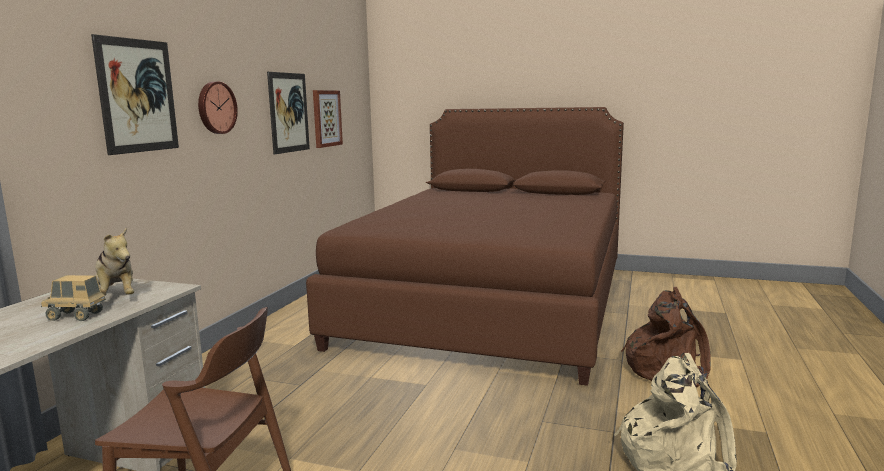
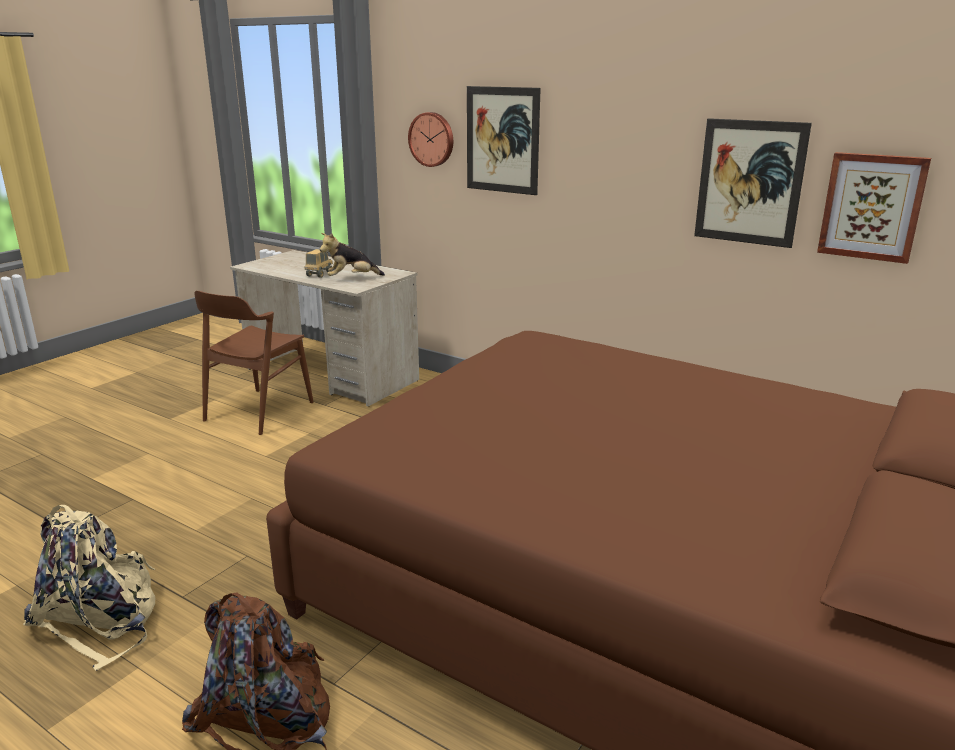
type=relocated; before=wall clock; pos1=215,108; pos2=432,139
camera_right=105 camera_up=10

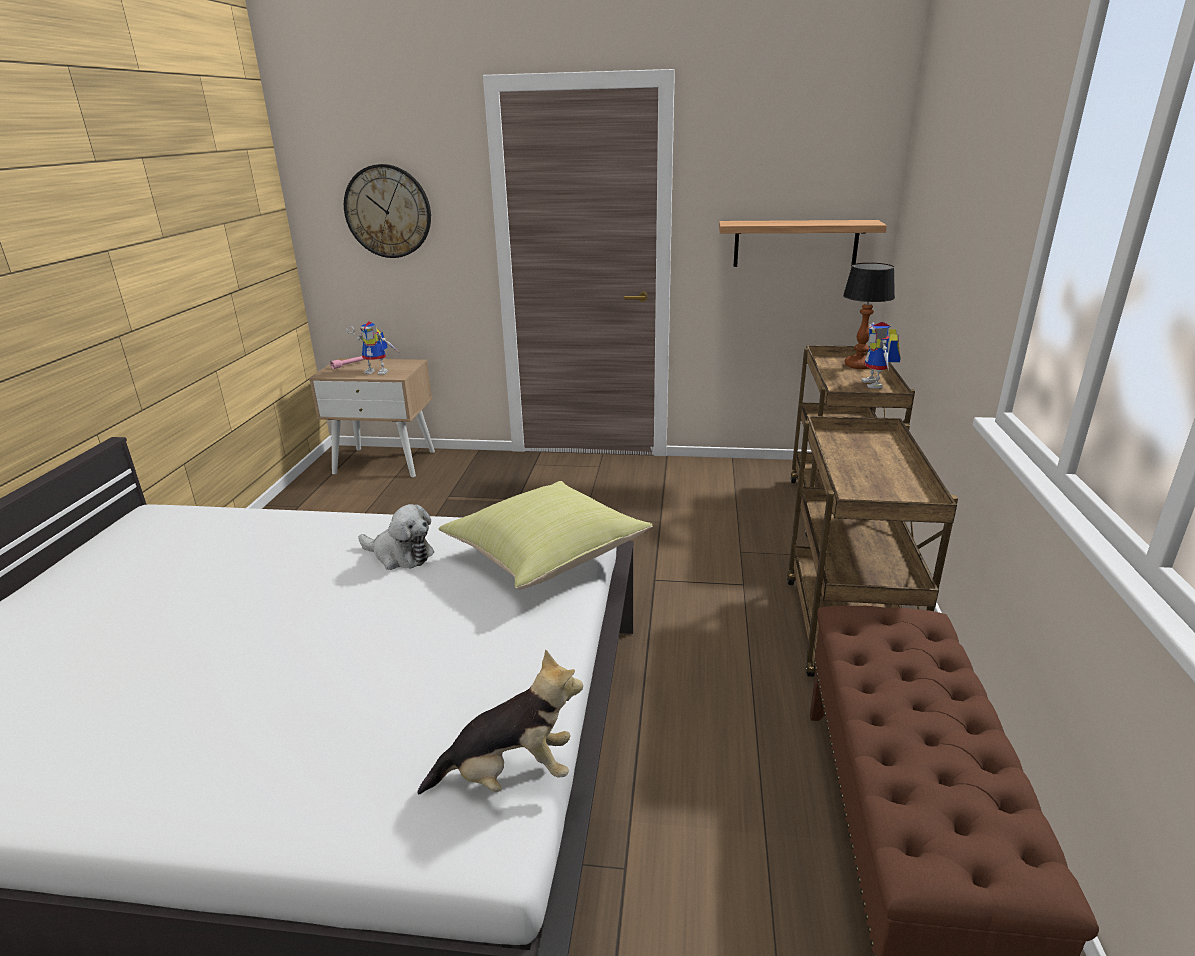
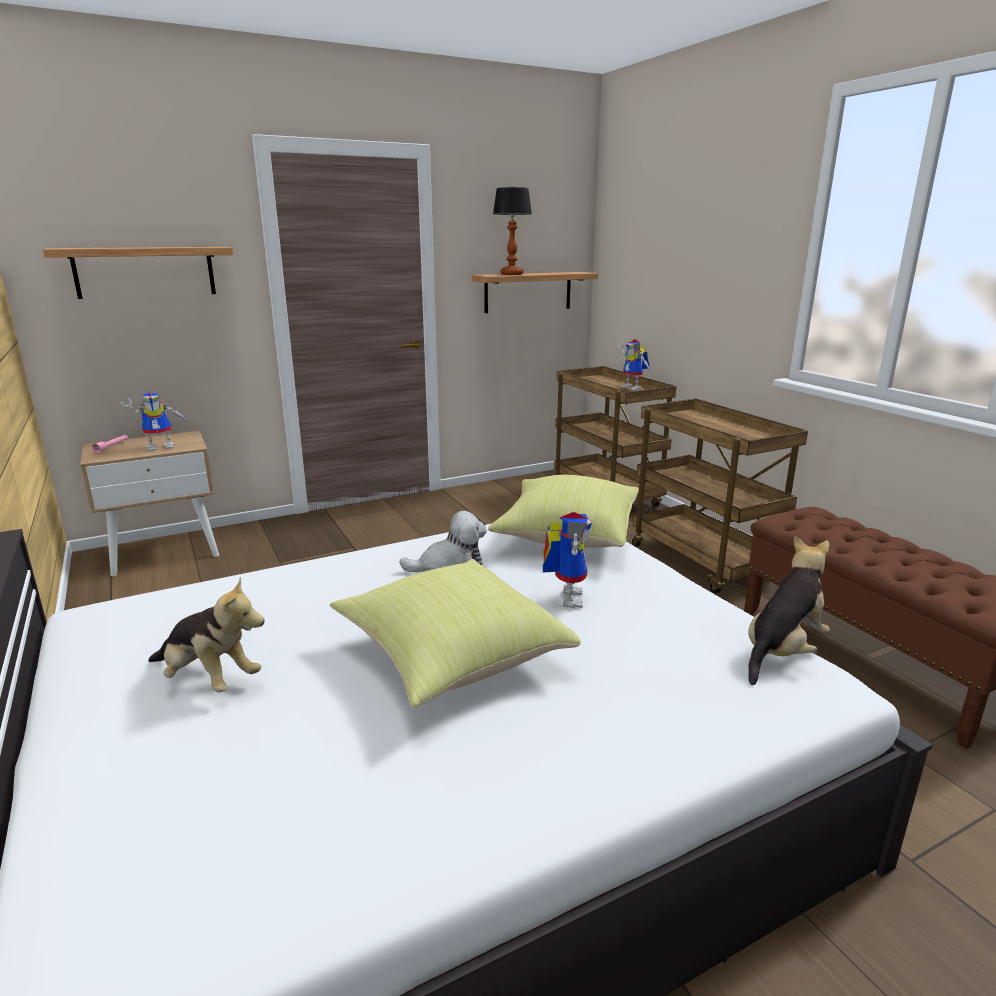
type=appeared; after=cuddly toy; pos2=209,679
type=appeared; after=cushion/yellow; pos2=449,656
type=appeared; after=robot figure; pos2=565,596
type=relocated; before=table lamp; pos1=858,365; pos2=511,274
type=exchanged; before=wall clock; after=shelf; pos1=388,211; pos2=145,272
camera_right=-35 camera_up=-5

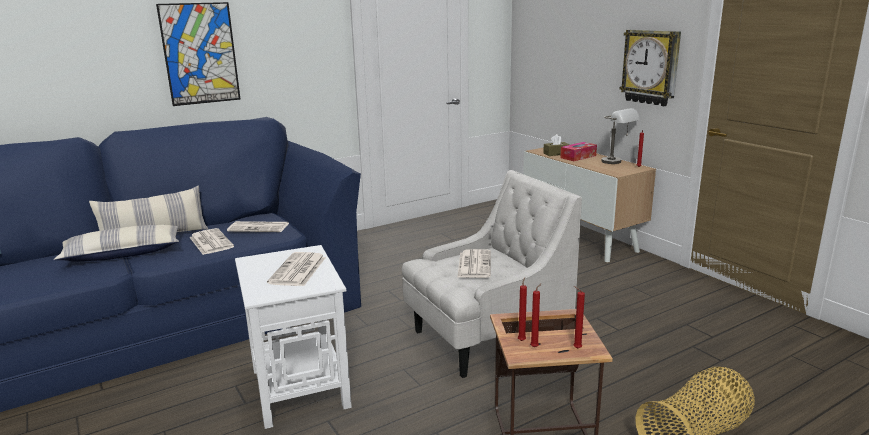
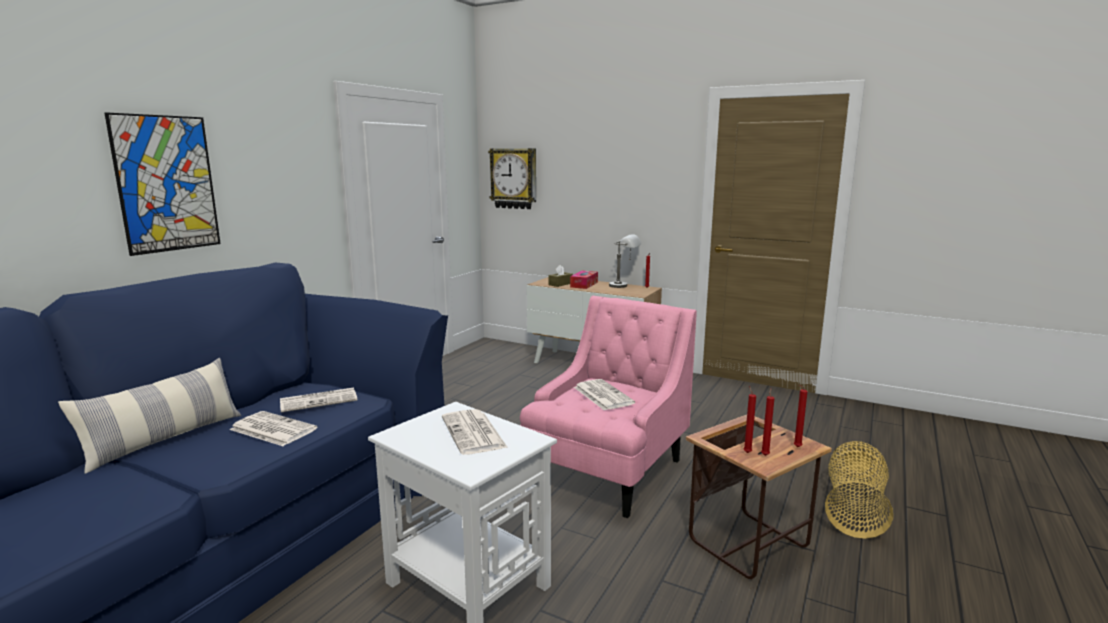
type=missing; before=cushion; pos1=123,254
type=relocated; before=wall clock; pos1=651,67; pos2=514,178
type=colour; before=armchair/white-coloured; after=armchair/pink; pos1=486,338; pos2=607,473
camera_right=-30 camera_up=-5

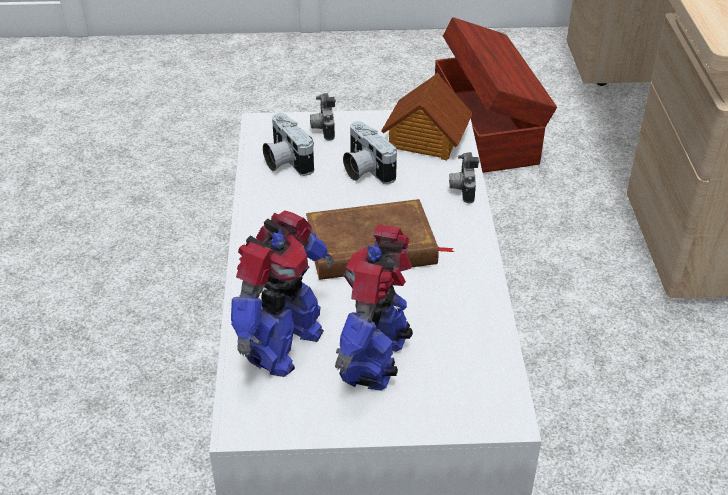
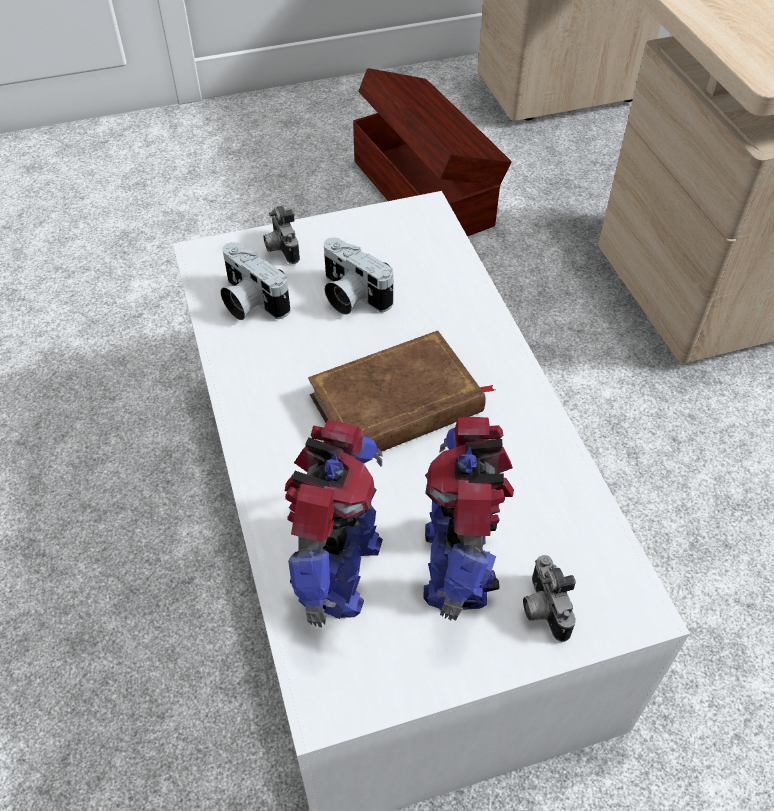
type=missing; before=model house; pos1=425,139
type=relocated; before=photo camera; pos1=462,189; pos2=542,609
camera_right=-15 camera_up=10

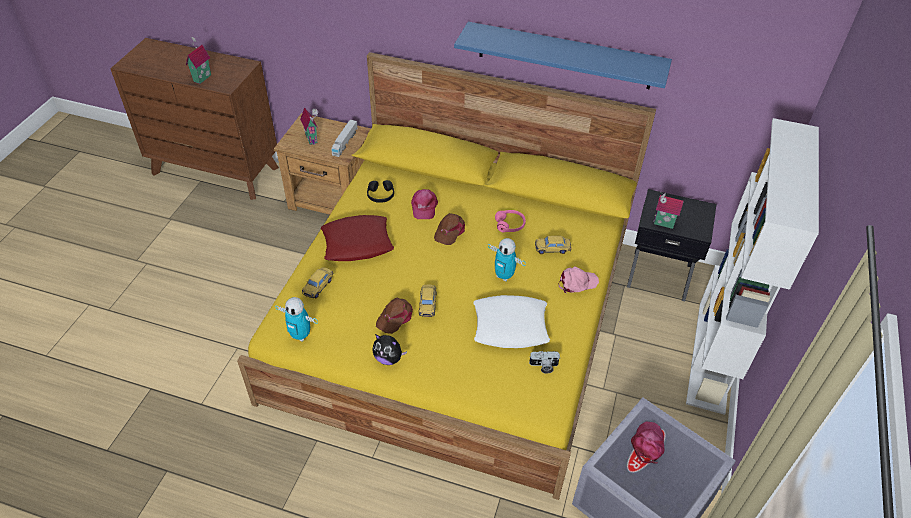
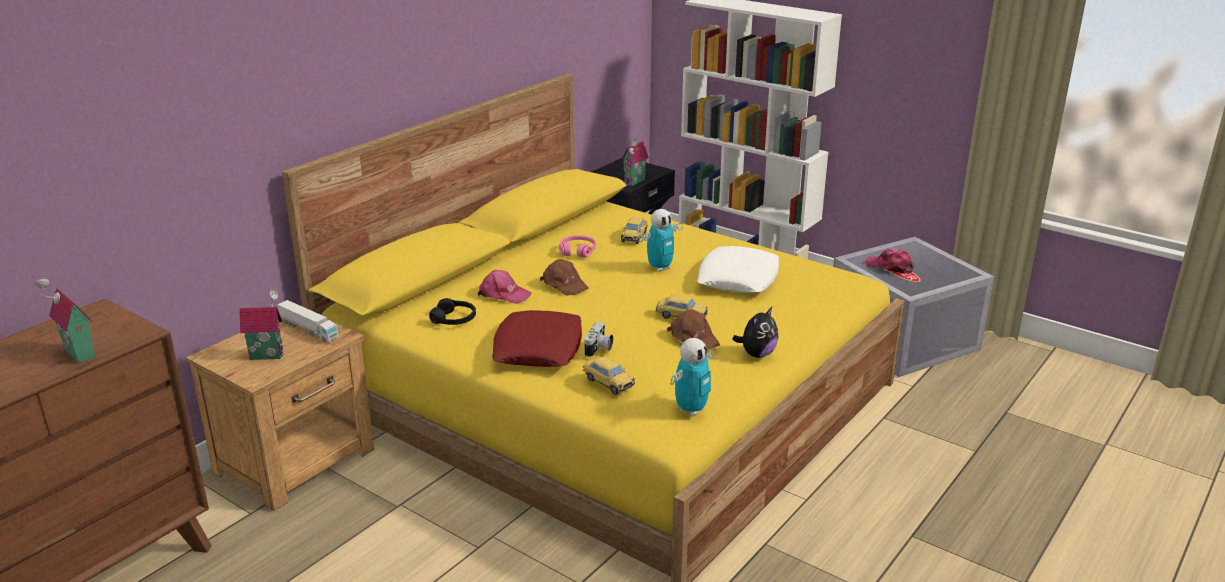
type=missing; before=shelf/blue-coloured; pos1=564,56
type=missing; before=cap/pink; pos1=577,283
type=relocated; before=photo camera; pos1=543,366; pos2=599,349
camera_right=-70 camera_up=-20

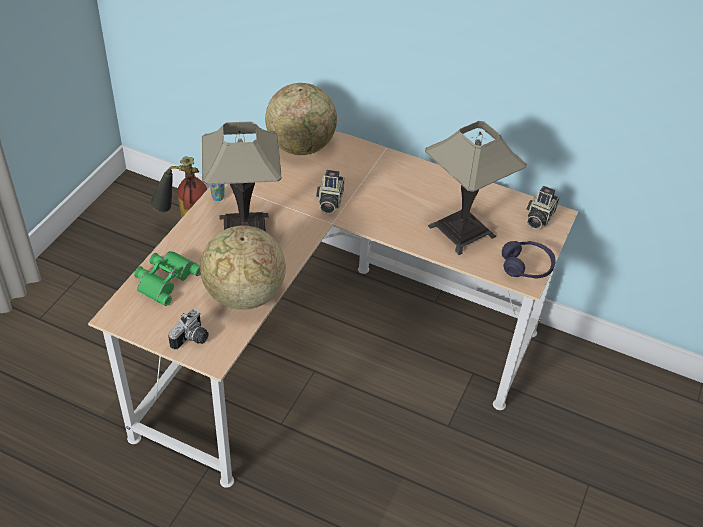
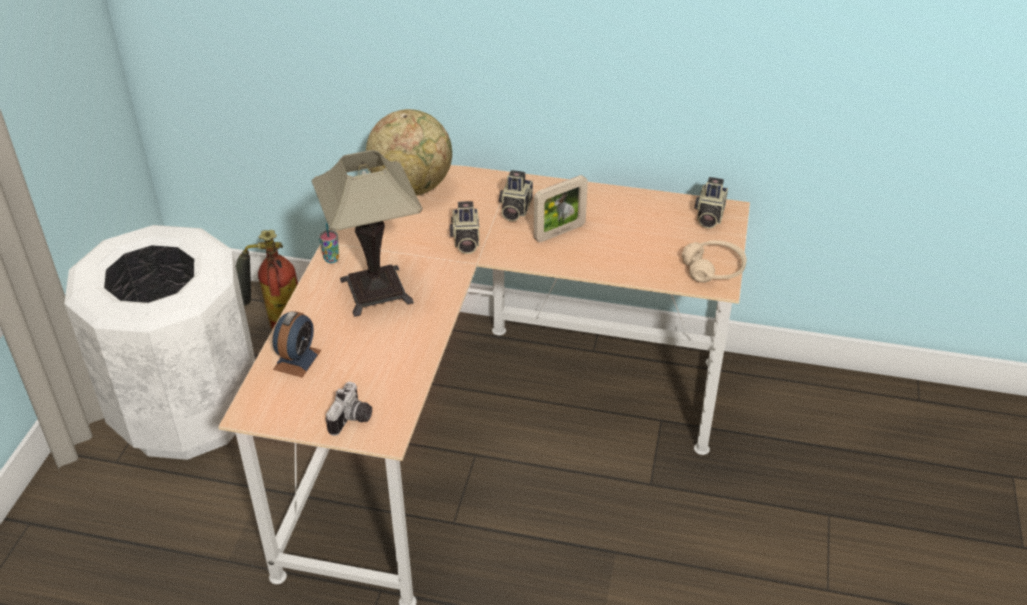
type=missing; before=world globe; pos1=244,295
type=missing; before=table lamp; pos1=461,231
type=appeared; after=trash can/white-coloured; pos2=188,411
type=appeared; after=photo camera; pos2=514,209
type=appeared; after=photo frame; pos2=559,232
type=exchanged; before=pair of binoculars/green; after=table clock; pos1=165,279; pos2=297,360
type=colour; before=headphones/purplish; after=headphones/beige; pos1=526,266; pos2=713,269
camera_right=-10 camera_up=-5

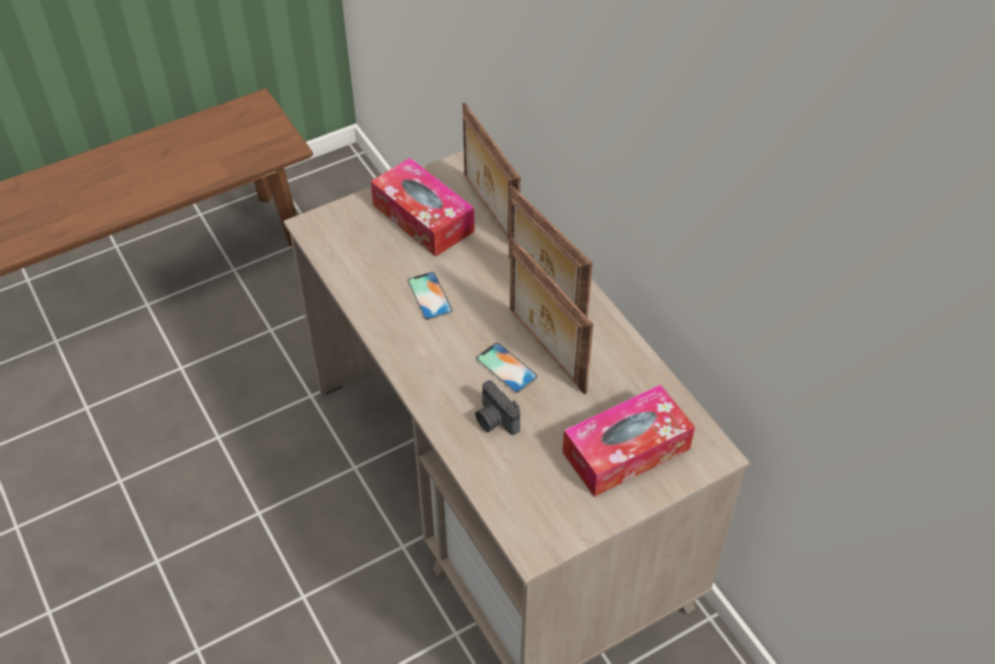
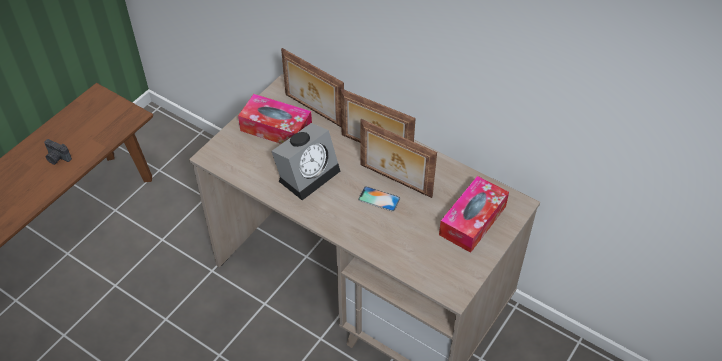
type=relocated; before=photo camera; pos1=494,420; pos2=57,158
type=exchanged; before=phone; after=table clock; pos1=429,296; pos2=308,173
camera_right=-25 camera_up=0

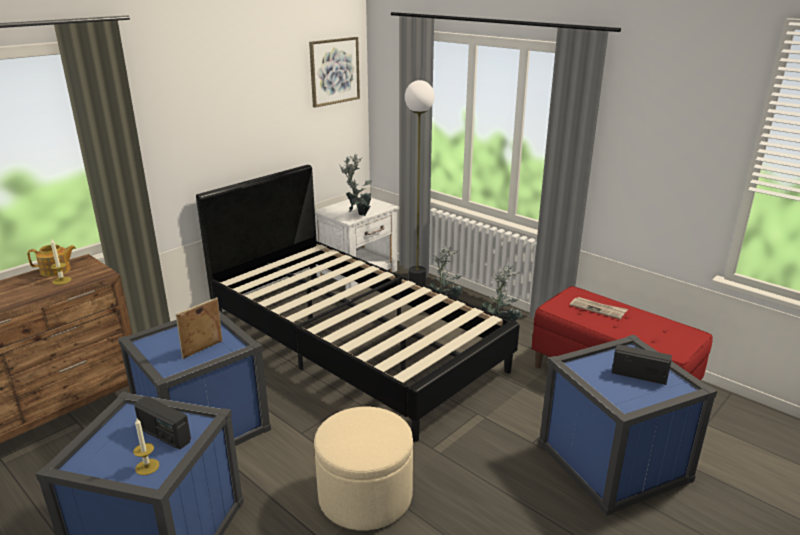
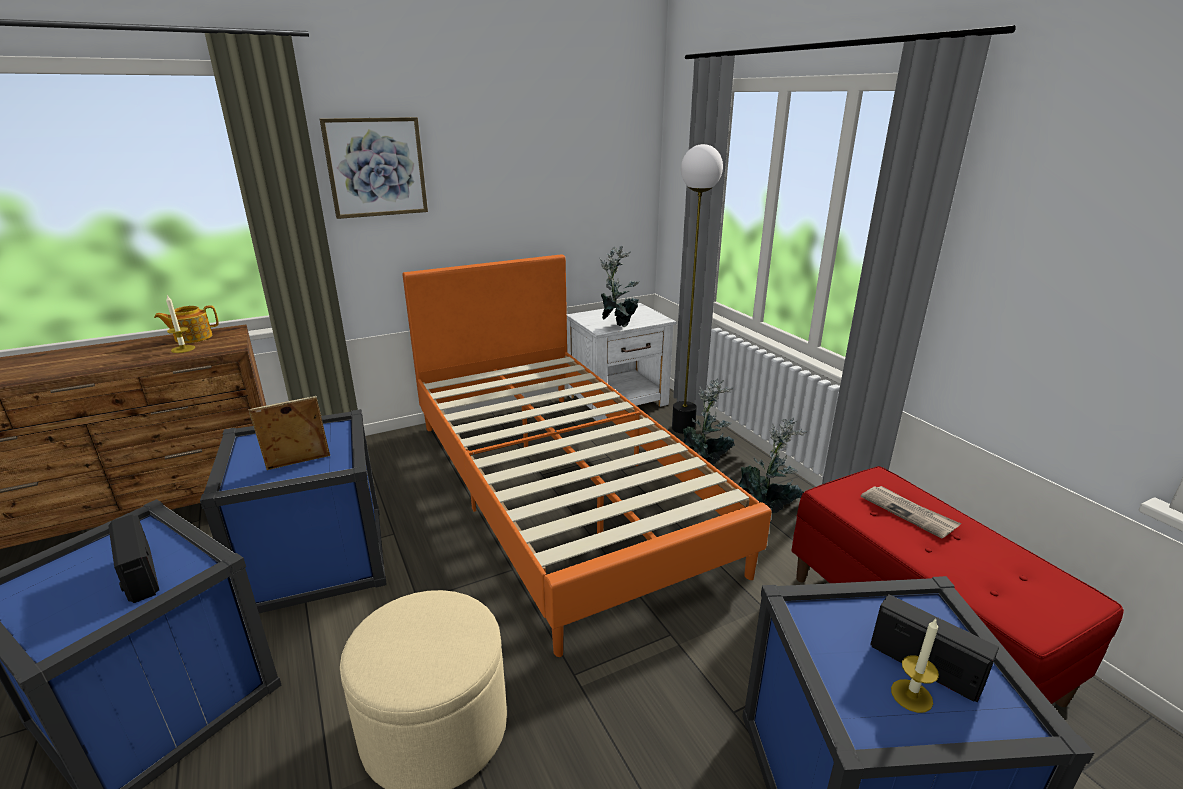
type=relocated; before=wax candle; pos1=147,467; pos2=911,695
type=relocated; before=picture; pos1=334,71; pos2=376,167
type=colour; before=bedroom bed/blackish; after=bedroom bed/orangey; pos1=353,343; pos2=560,488
type=spun; before=pot for tea; pos1=56,270; pos2=192,337; turn=150
camera_right=20 camera_up=0

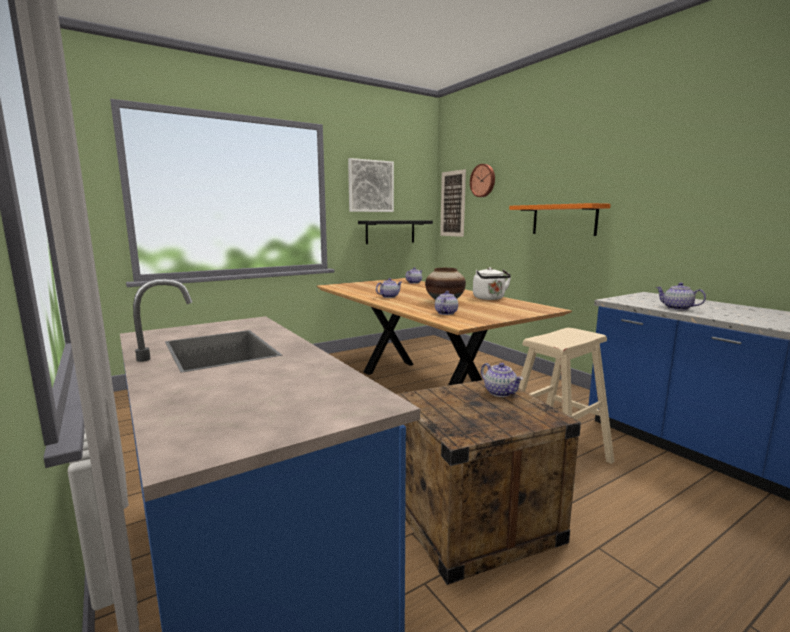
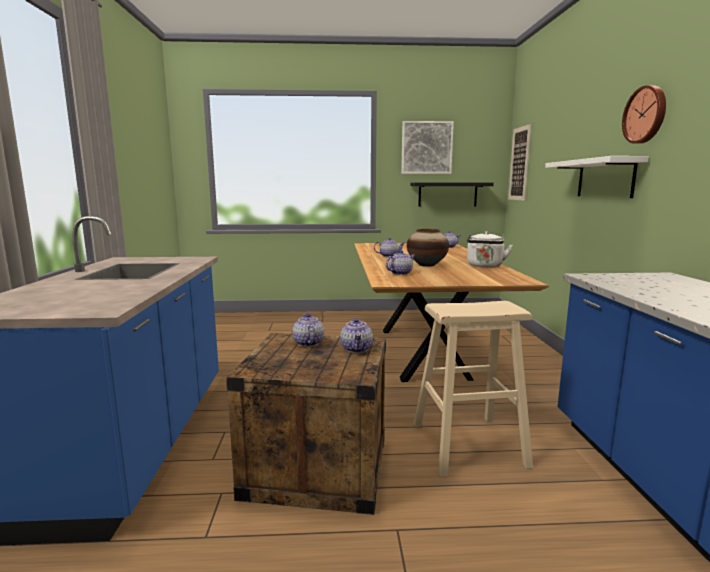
type=relocated; before=wall clock; pos1=483,180; pos2=646,115
type=relocated; before=pot for tea; pos1=677,308; pos2=307,343
type=colour; before=shelf/orangey; after=shelf/white-coloured; pos1=564,220; pos2=605,178
camera_right=30 camera_up=0

